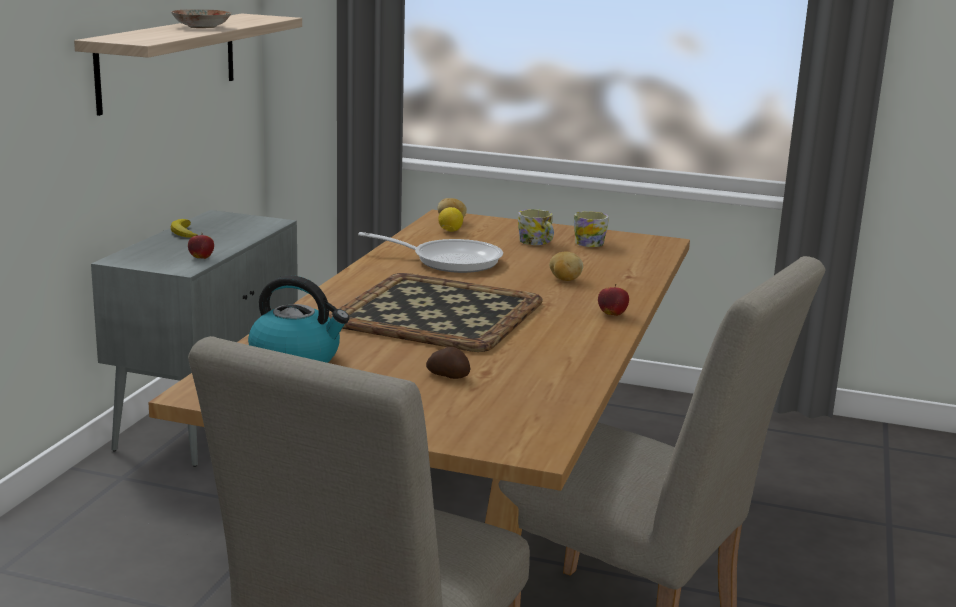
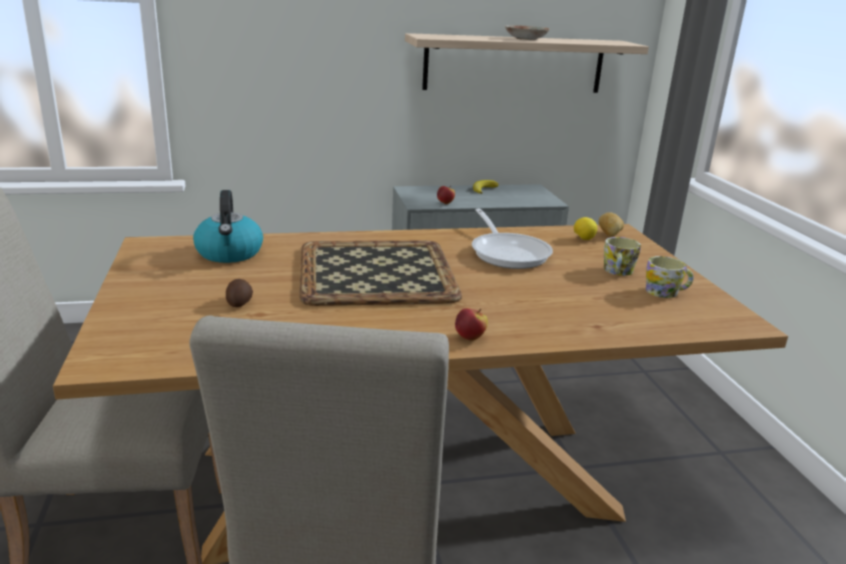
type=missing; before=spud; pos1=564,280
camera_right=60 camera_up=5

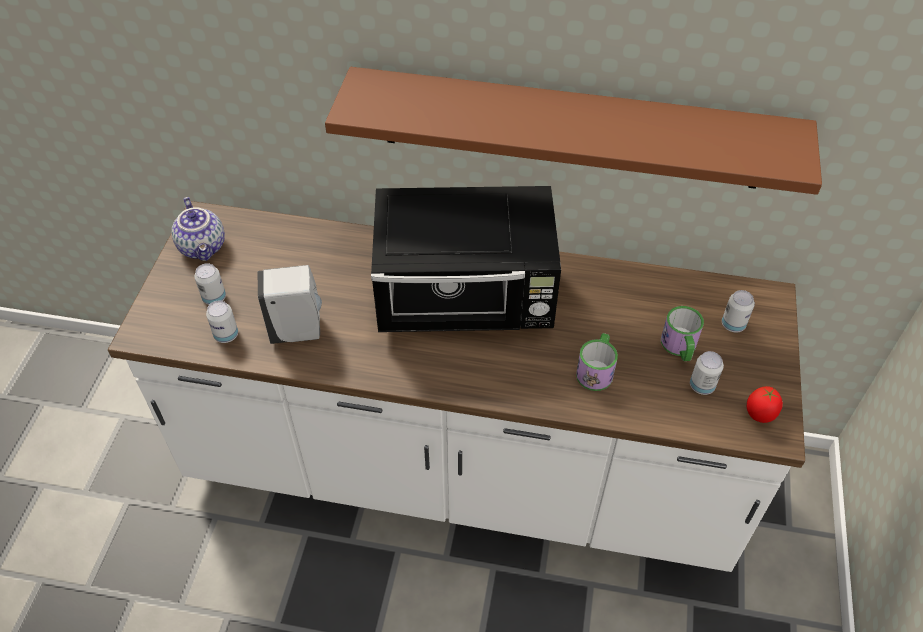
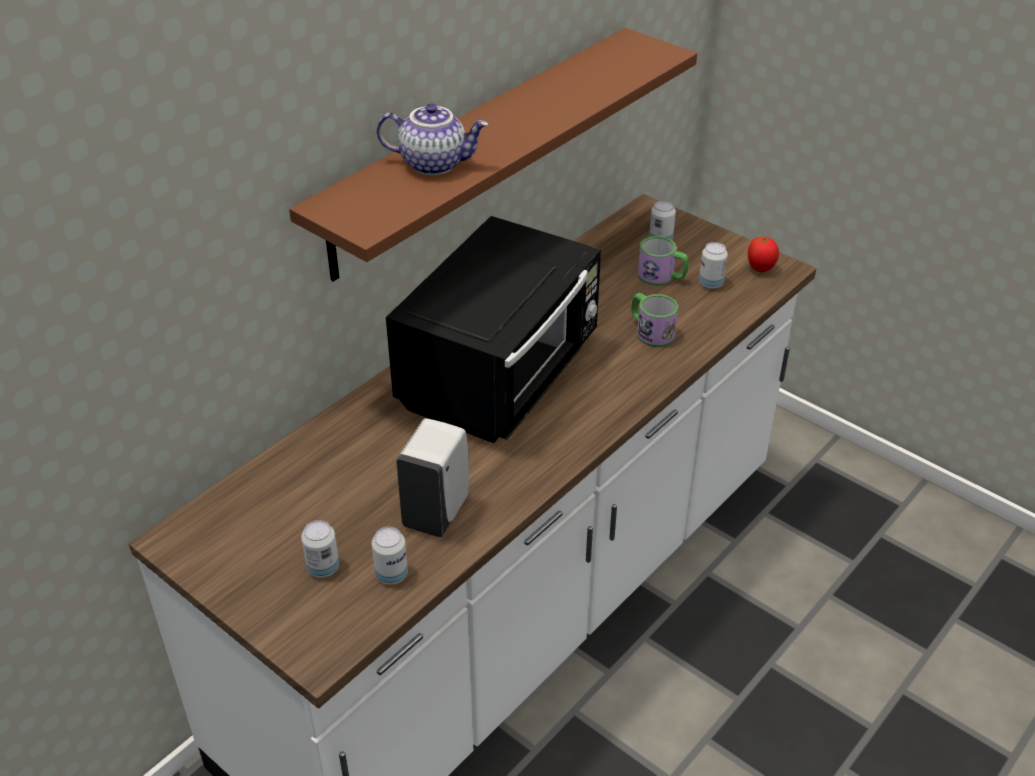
type=relocated; before=pot for tea; pos1=204,247; pos2=434,163
camera_right=-60 camera_up=-10

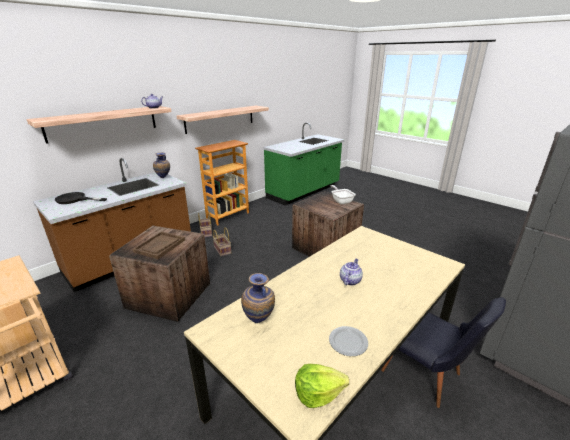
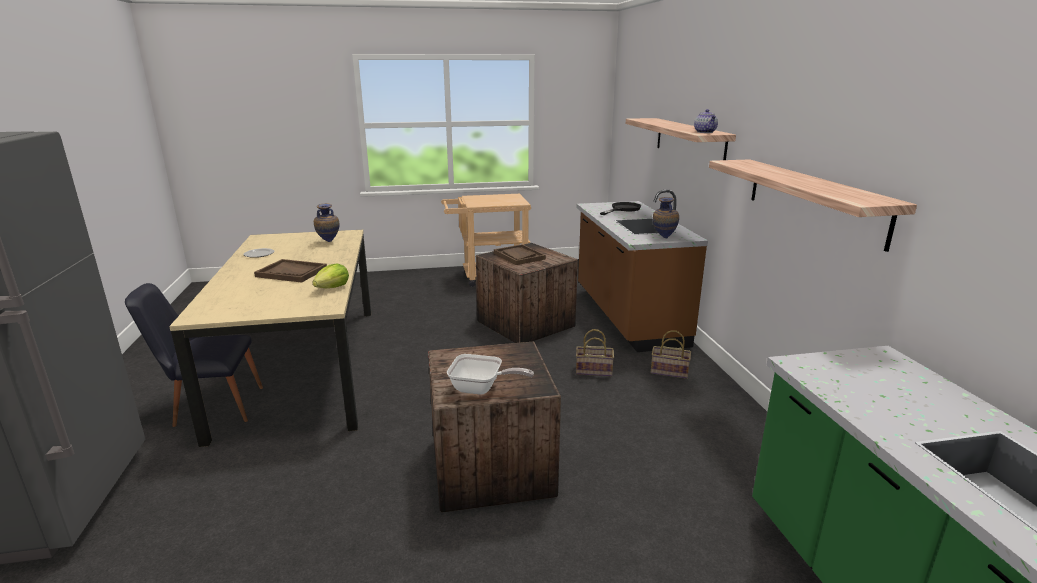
type=missing; before=shelving unit; pos1=227,216
type=relocated; before=head of lettuce; pos1=318,393; pos2=332,288
type=exchanged; before=pot for tea; after=carrying tray/brownish; pos1=350,280; pos2=292,272
camera_right=125 camera_up=-5

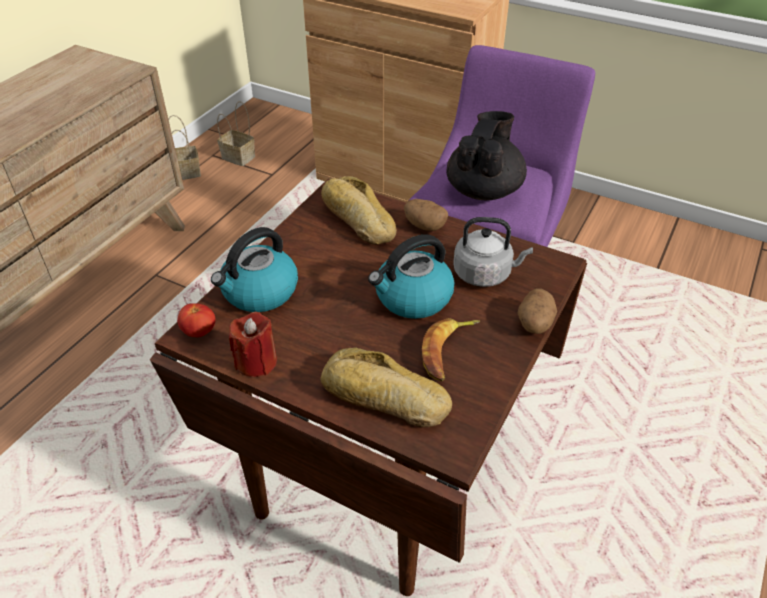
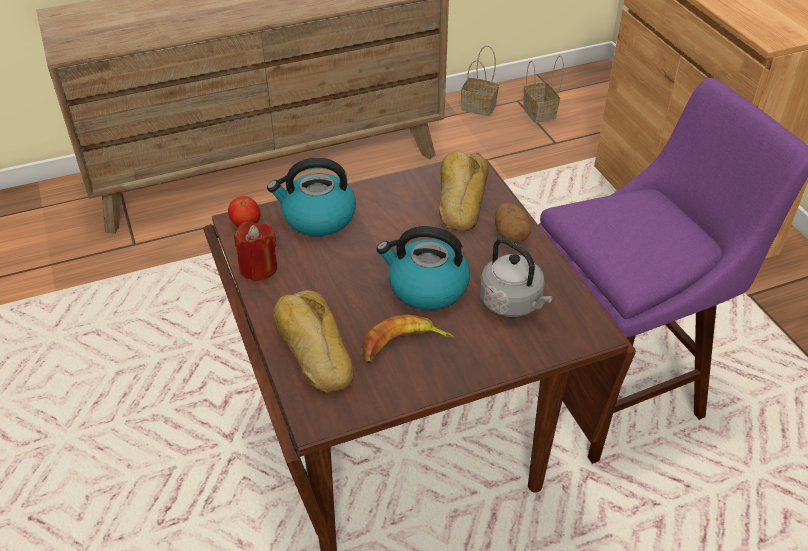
type=missing; before=pot for tea/blackish; pos1=484,190
type=missing; before=spud; pos1=534,324
camera_right=40 camera_up=0

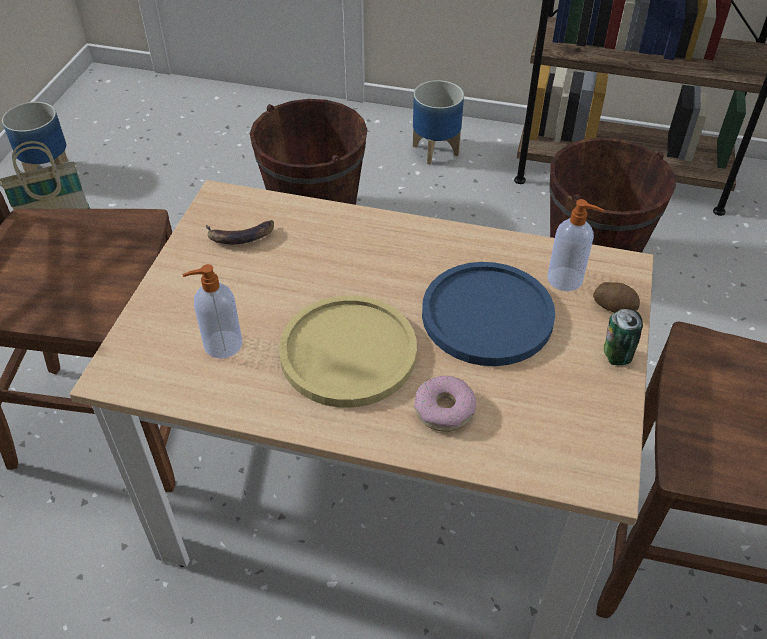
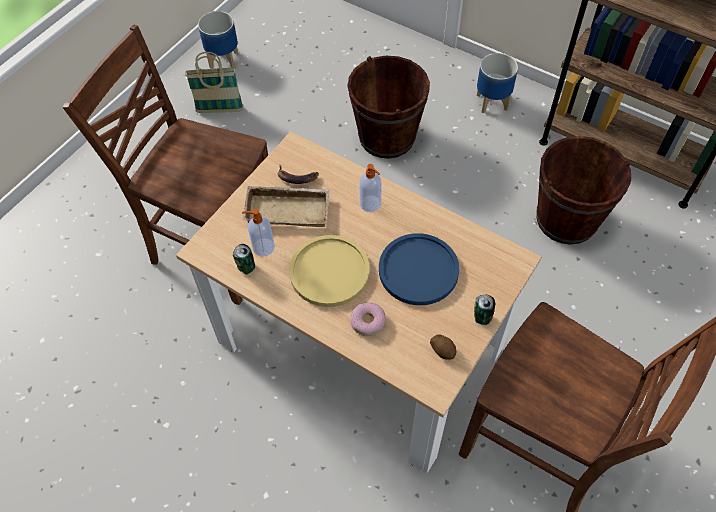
type=appeared; after=can; pos2=246,268
type=appeared; after=carrying tray/beige; pos2=289,209
type=relocated; before=soap bottle; pos1=566,279; pos2=371,204
type=relocated; before=spud; pos1=614,306; pos2=443,350
camera_right=20 camera_up=10

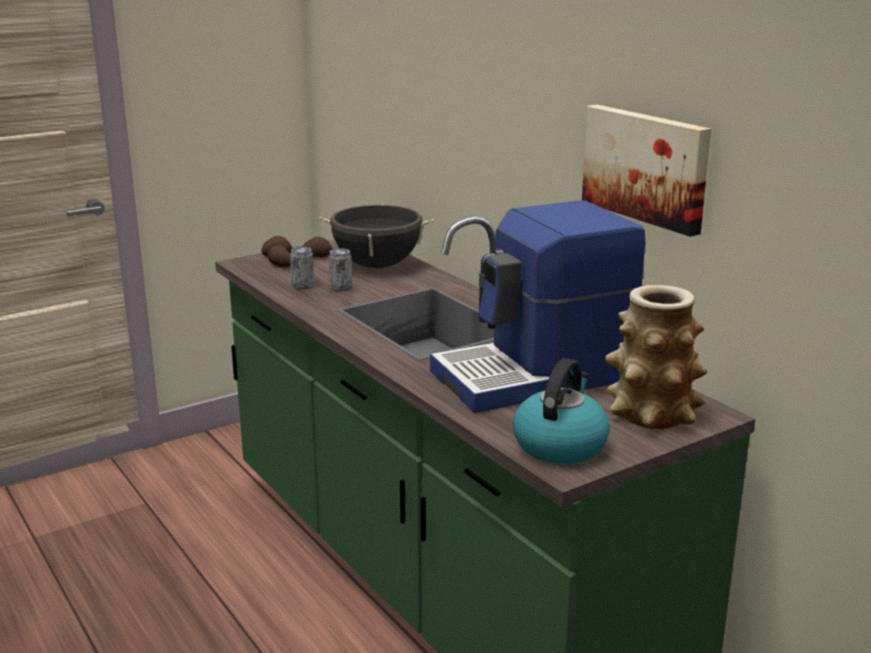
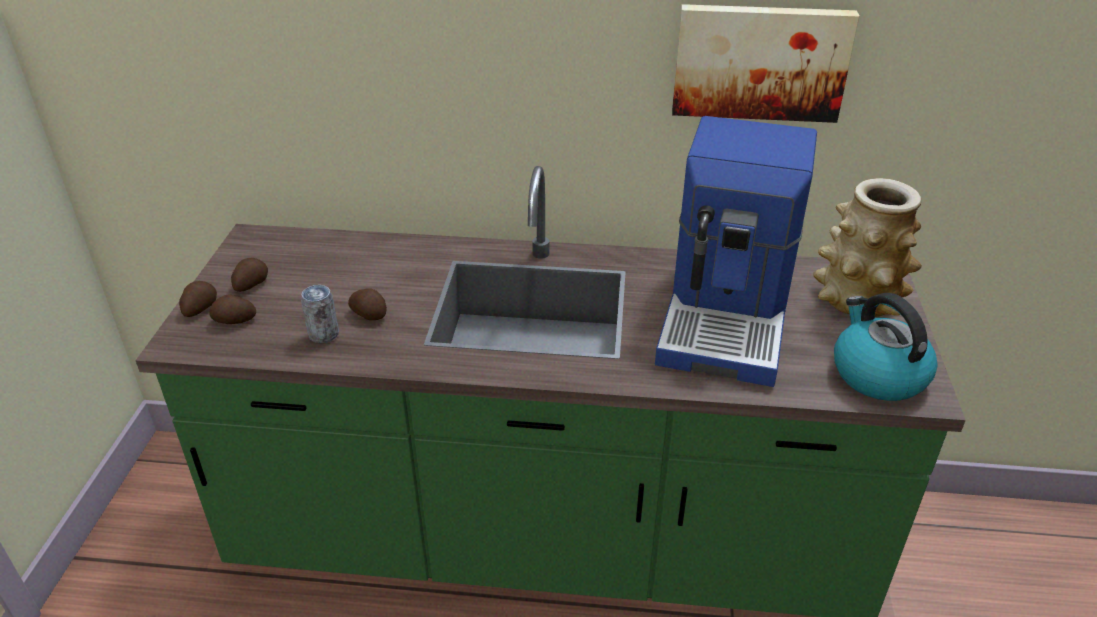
type=missing; before=saucepot/blackish; pos1=377,266
type=exchanged; before=can; after=spud; pos1=341,288; pos2=369,314
camera_right=-50 camera_up=15

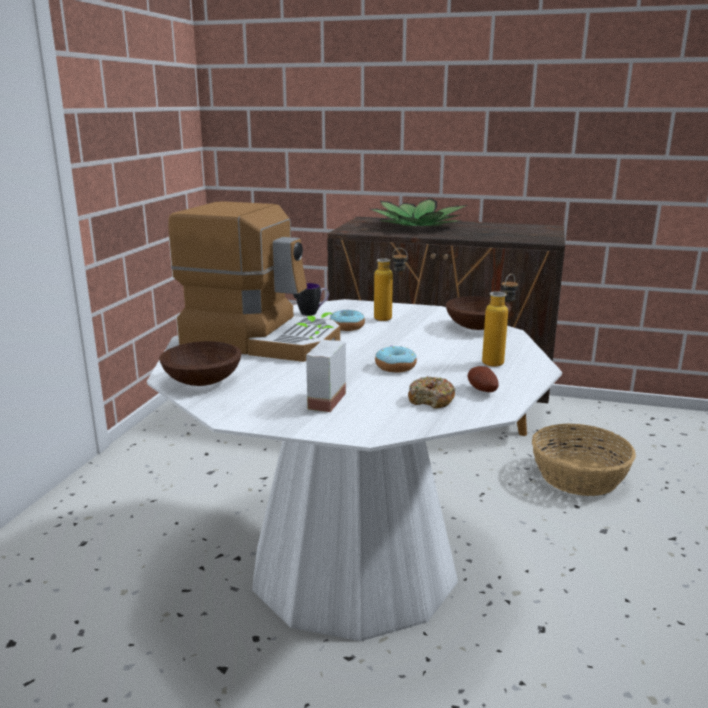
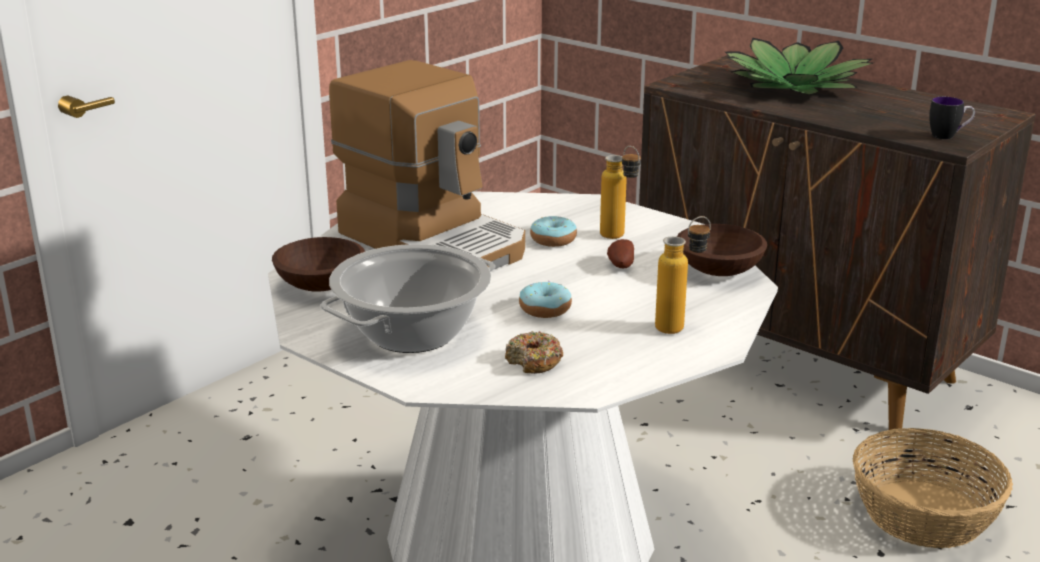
type=relocated; before=mug; pos1=313,313; pos2=948,136
type=relocated; before=spud; pos1=481,391; pos2=620,265
type=exchanged; before=plant in a pot; after=saucepot; pos1=317,400; pos2=412,334
camera_right=25 camera_up=5

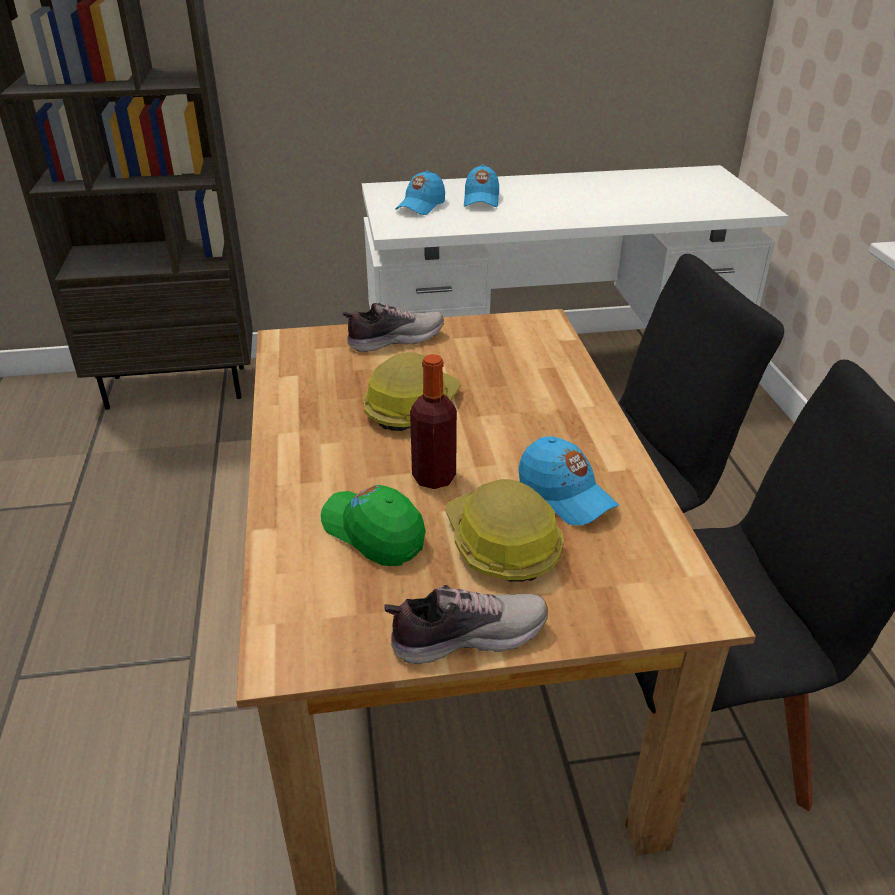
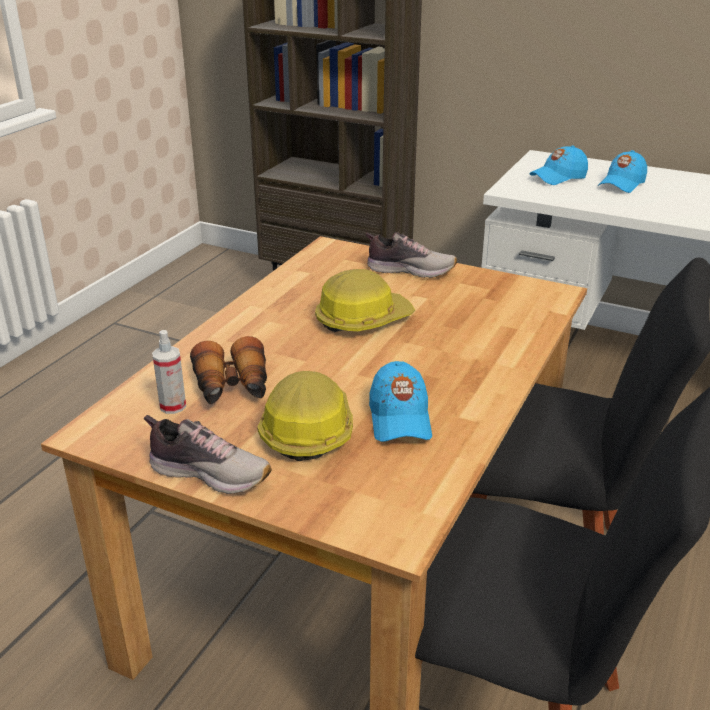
type=missing; before=drink bottle; pos1=434,477
type=appeared; after=hand sprayer; pos2=173,406
type=exchanged; before=cap/green; after=pair of binoculars; pos1=374,533; pos2=232,388
camera_right=35 camera_up=-5

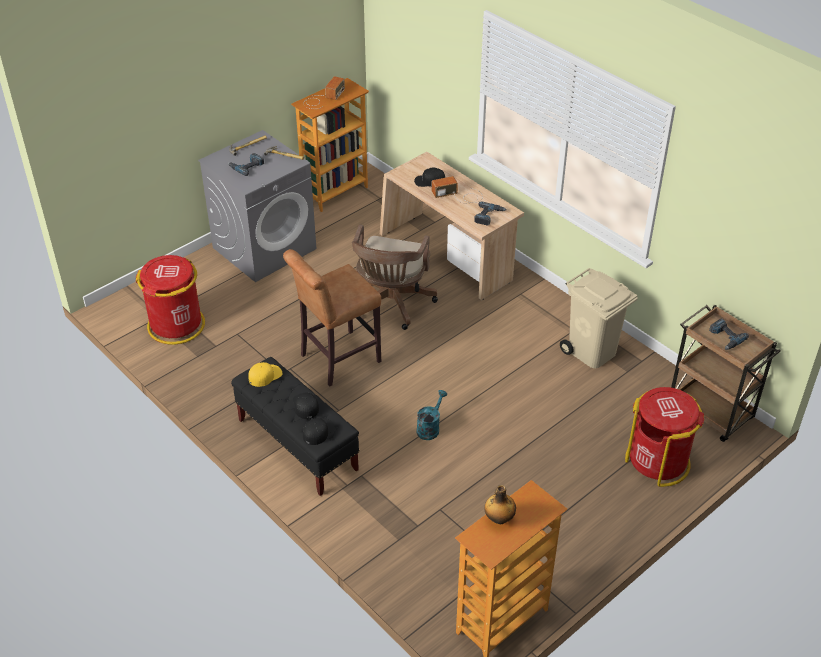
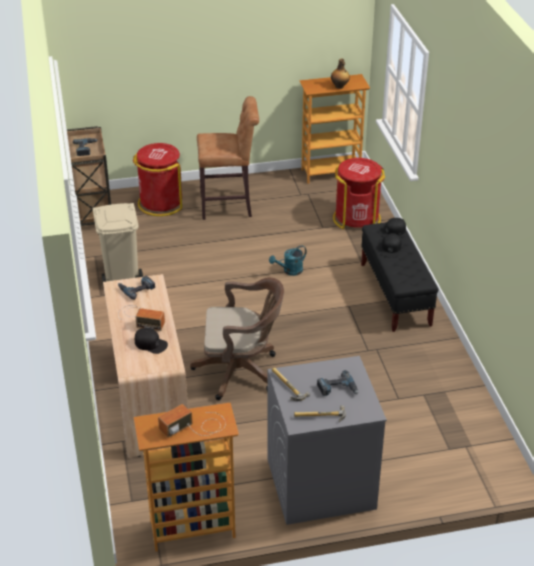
type=missing; before=cap/yellow; pos1=265,375
type=relocated; before=trash can/red; pos1=176,325; pos2=356,218
type=relocated; before=sitting stool/brownish; pos1=336,360; pos2=229,206
type=spun; before=computer chair/brownish; pos1=391,304; pos2=241,371; turn=45
camera_right=-150 camera_up=-5

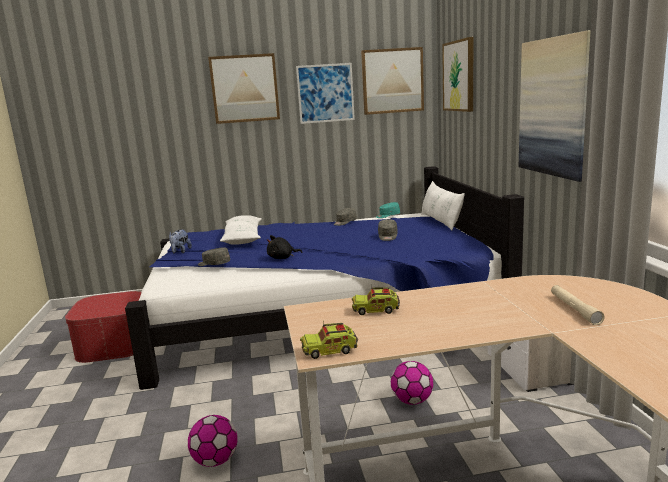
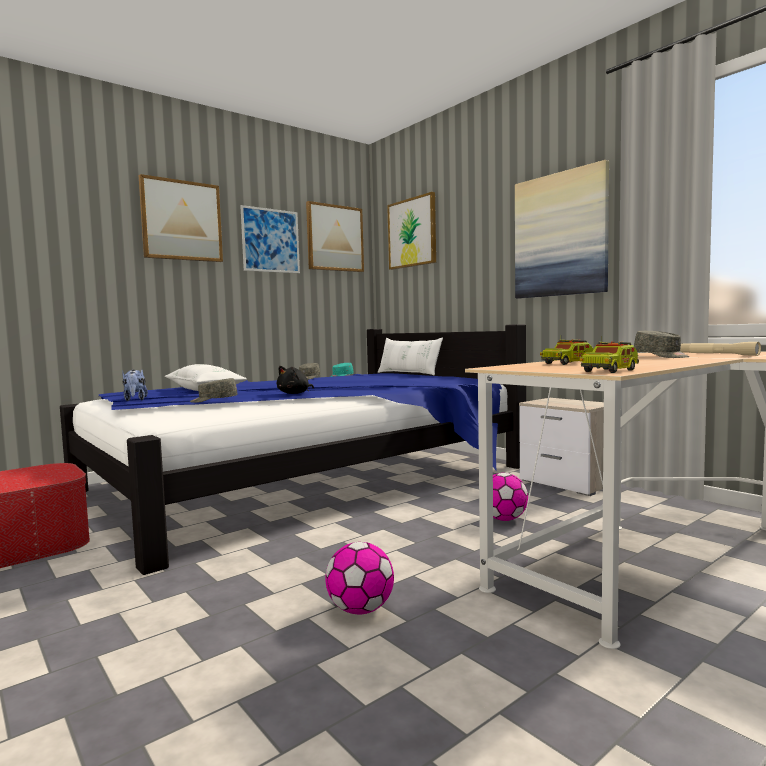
type=relocated; before=cap/gray; pos1=387,236; pos2=661,356
camera_right=-30 camera_up=-10

